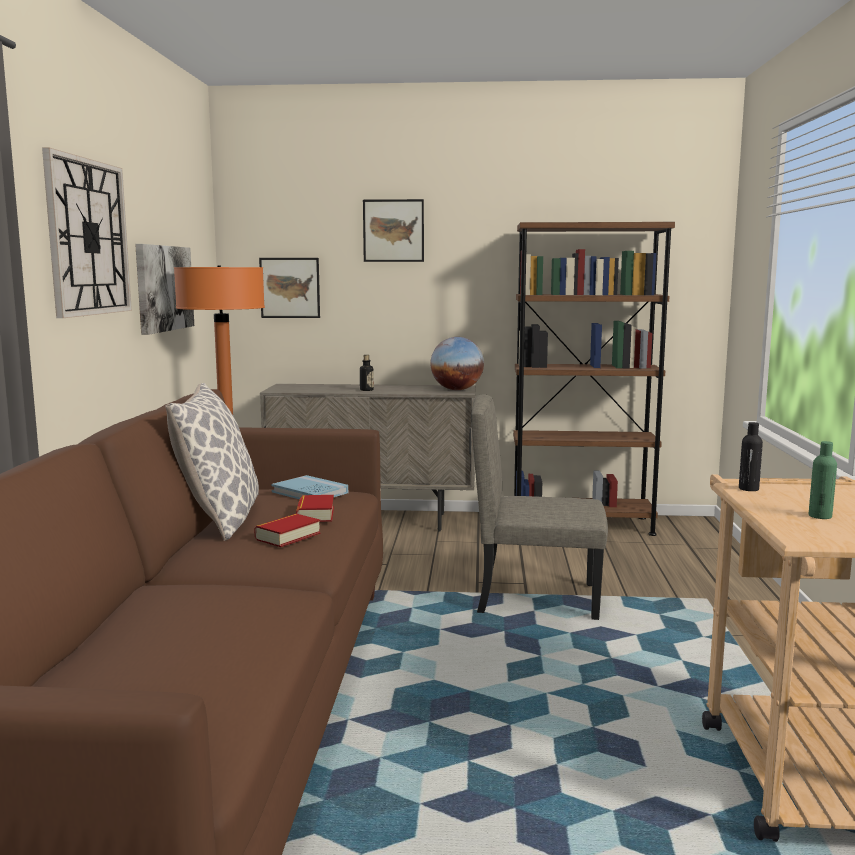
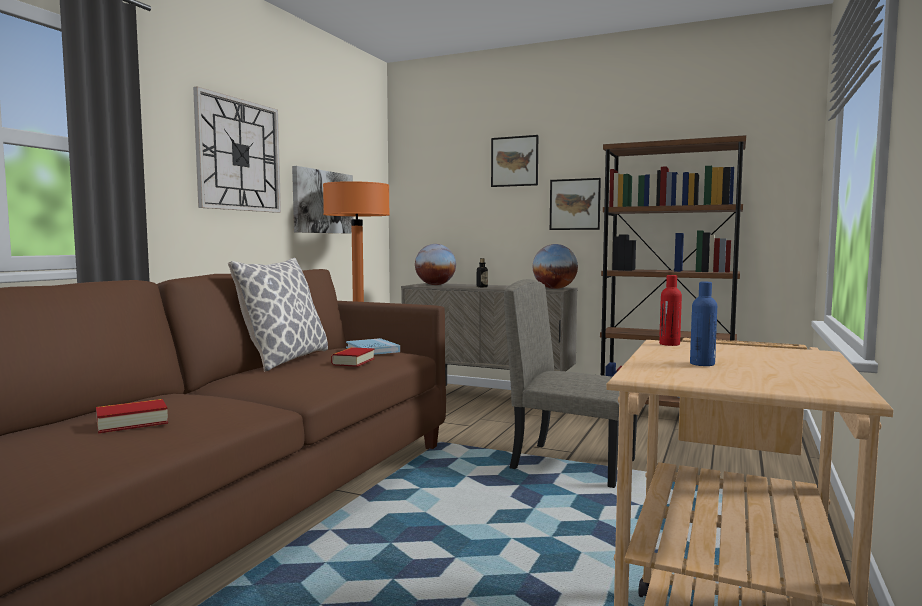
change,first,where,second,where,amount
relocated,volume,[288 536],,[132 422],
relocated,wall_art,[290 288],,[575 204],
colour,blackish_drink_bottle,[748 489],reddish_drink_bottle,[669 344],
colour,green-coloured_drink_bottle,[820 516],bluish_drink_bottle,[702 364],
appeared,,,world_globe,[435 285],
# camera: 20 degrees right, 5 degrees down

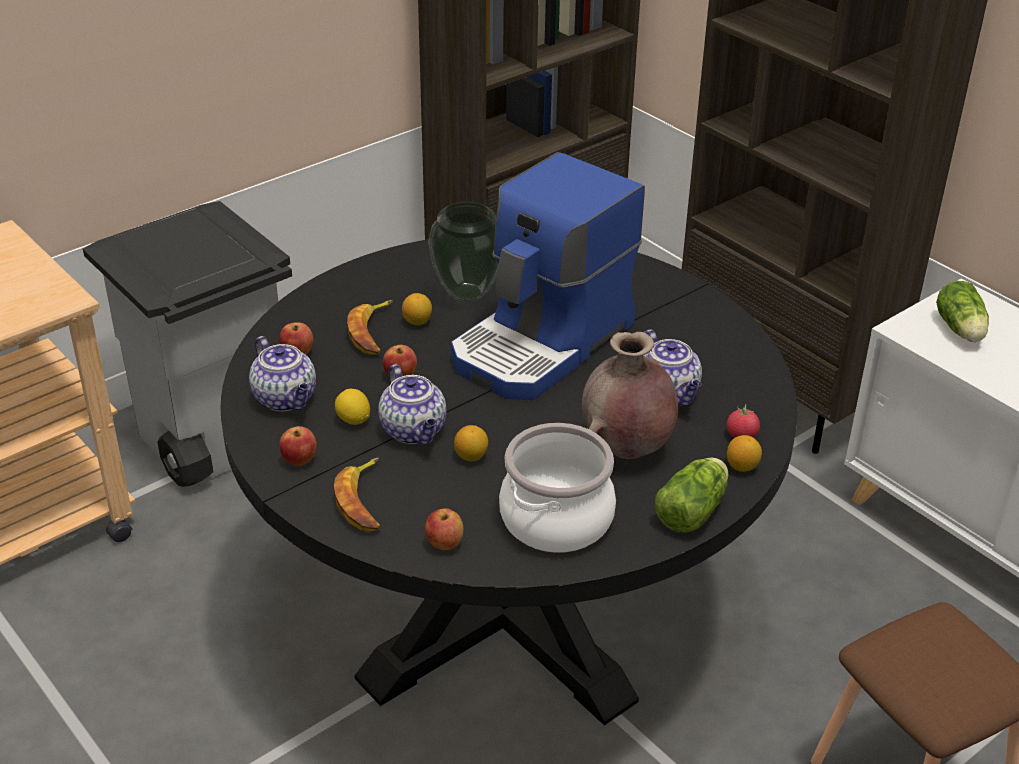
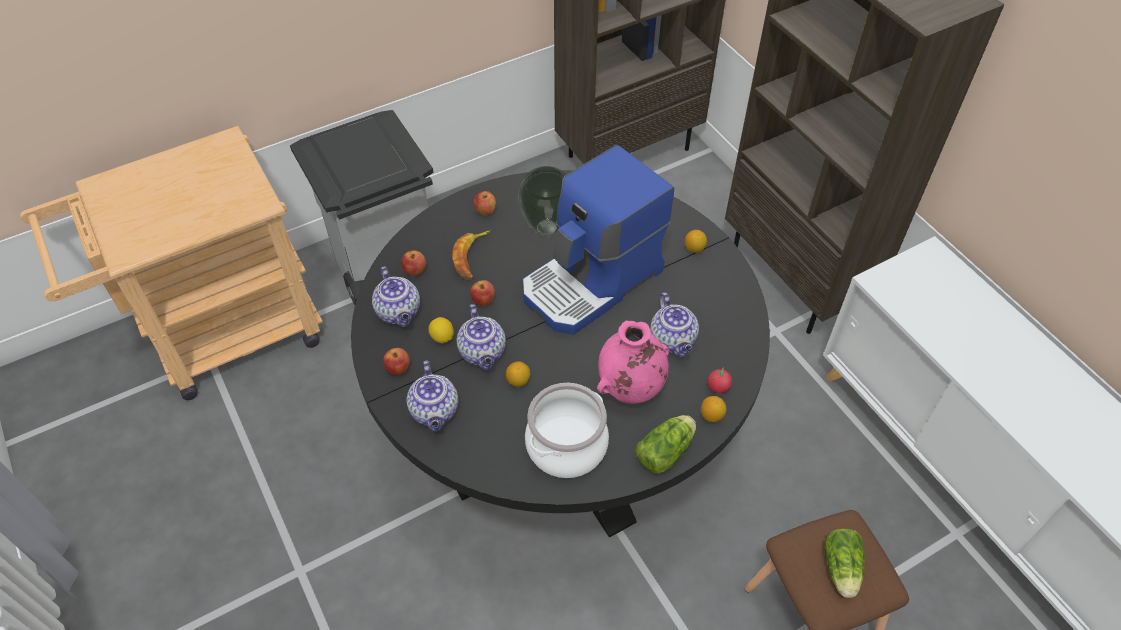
change,first,where,second,where,amount
exchanged,banana,[363 501],teapot,[435 411],
relocated,citrus_fruit,[417 322],,[694 248],
relocated,whole_apple,[444 544],,[485 211],
colour,brownish_decorative_vase,[626 450],pink_decorative_vase,[630 389],
relocated,lettuce_head,[961 330],,[841 570],
# camera: 10 degrees right, 15 degrees up

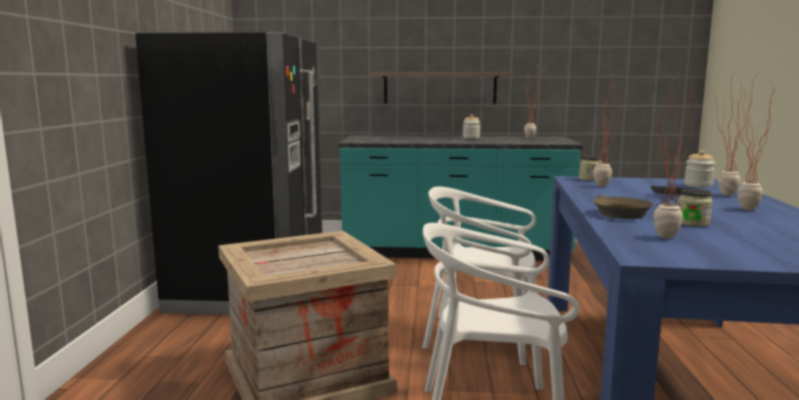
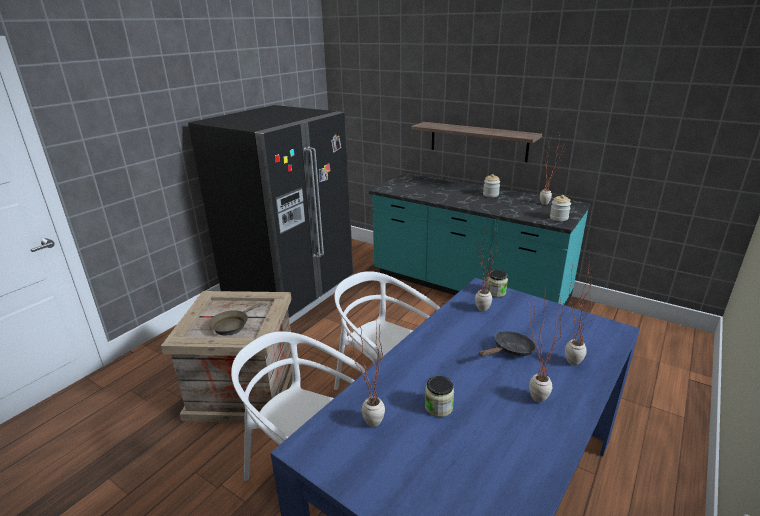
change,first,where,second,where,amount
relocated,brownish_pan,[618 213],,[232 325],
relocated,preserve_jar,[698 185],,[558 218],
# camera: 30 degrees right, 15 degrees up

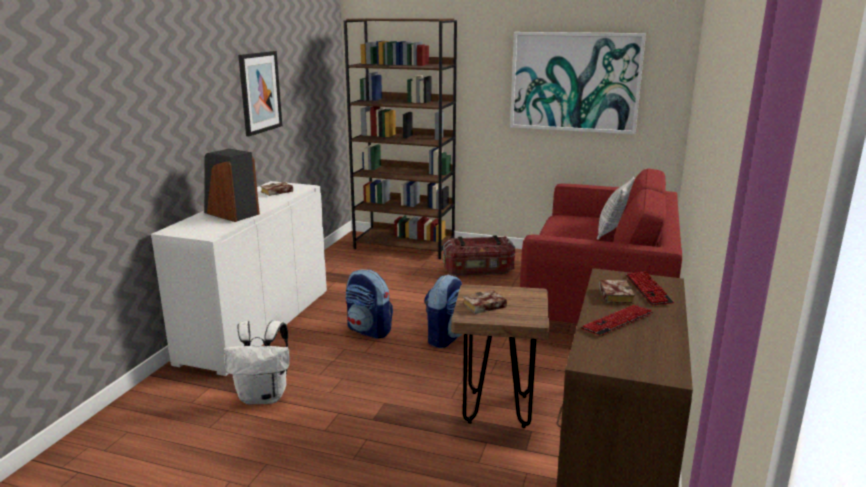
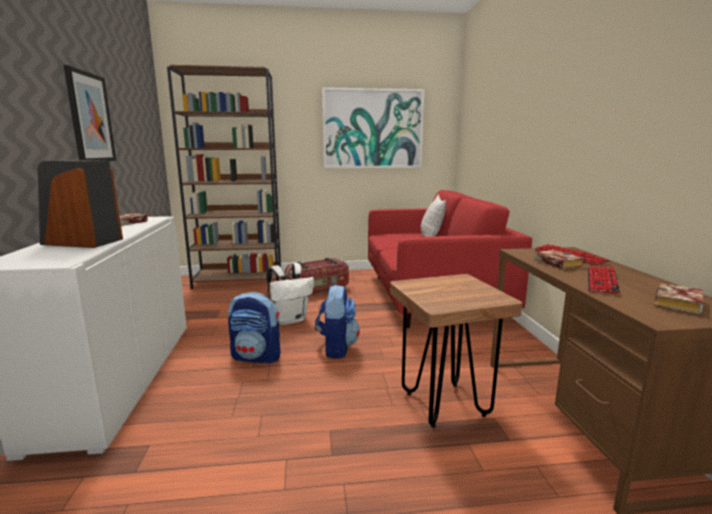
change,first,where,second,where,amount
relocated,white-coloured_rucksack,[264 396],,[290 320],
relocated,volume,[483 307],,[680 304],
# camera: 25 degrees left, 5 degrees down

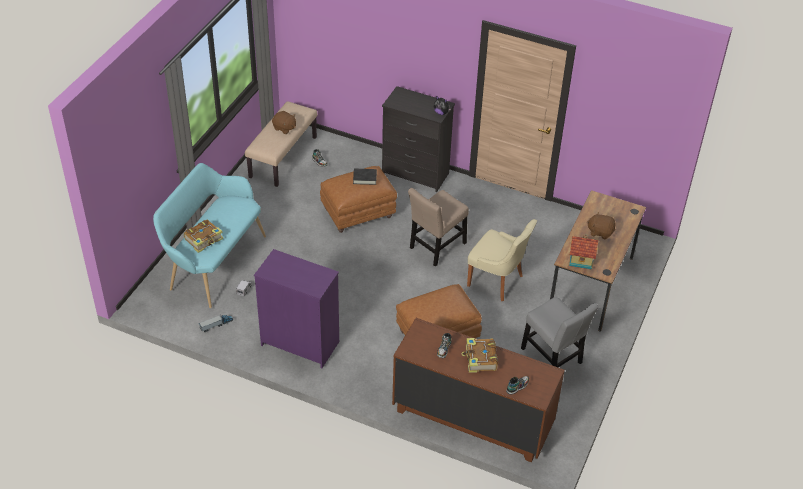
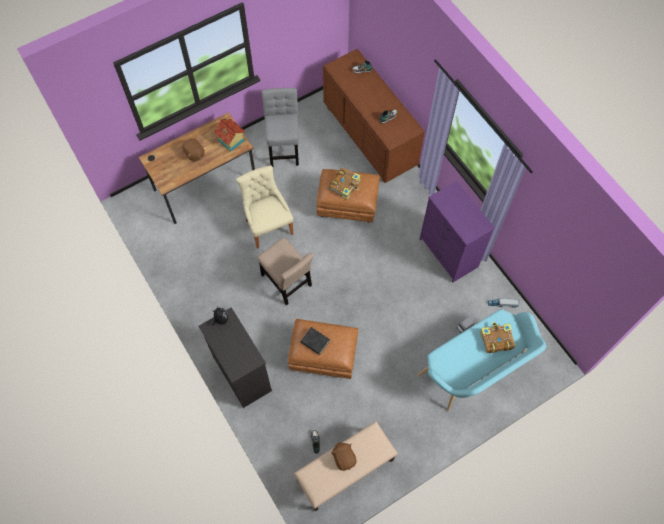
change,first,where,second,where,amount
spun,beige_upright_chair,[436 247],,[287 282],60 degrees clockwise
relocated,volume,[480 359],,[345 185],
# camera: 145 degrees left, 20 degrees up

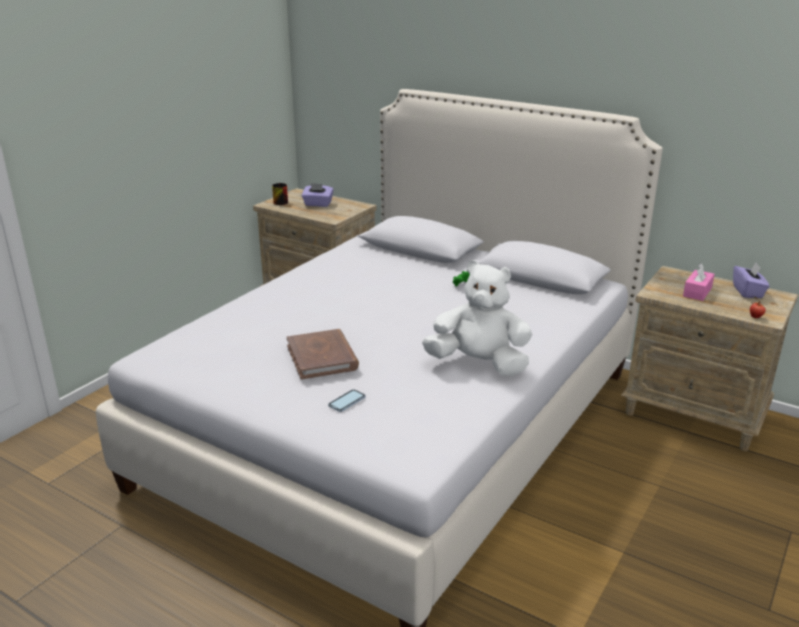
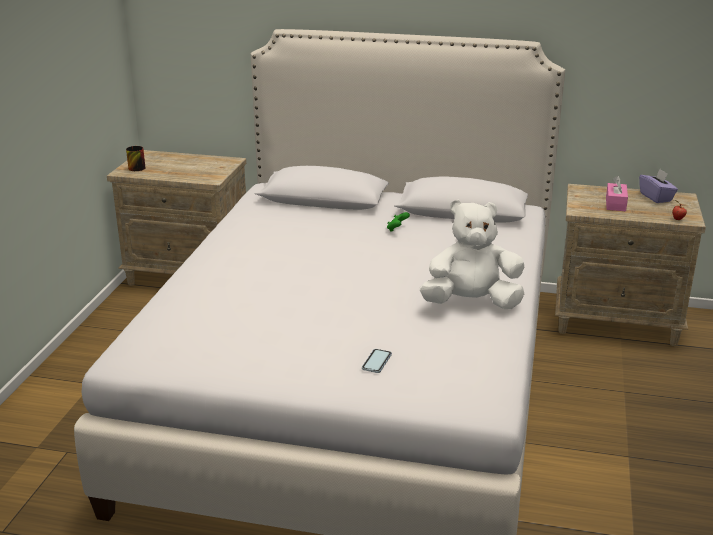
change,first,where,second,where,amount
missing,brownish_volume,[322 357],,,
missing,purplish_tissue_box,[318 204],,,
# camera: 20 degrees left, 0 degrees up

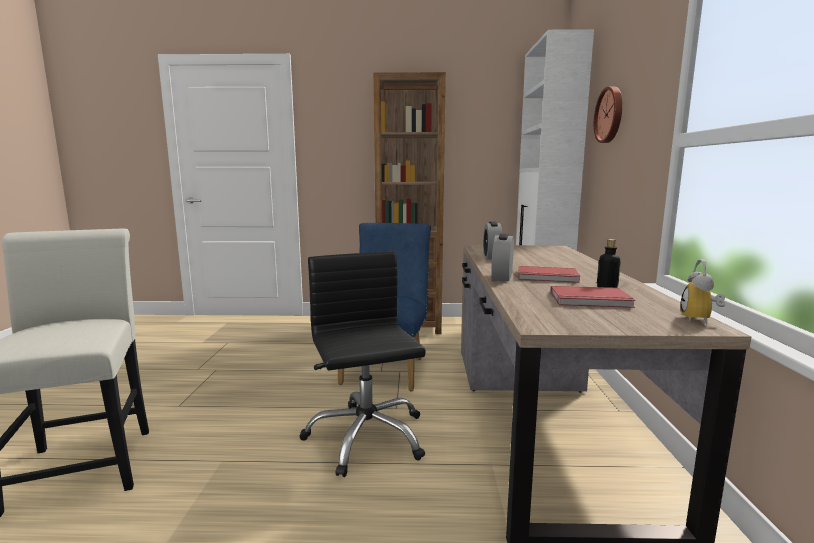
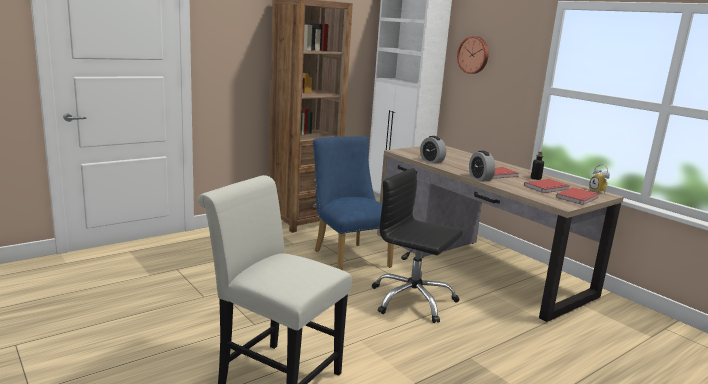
change,first,where,second,where,amount
appeared,,,reddish_volume,[579 198],
# camera: 40 degrees left, 5 degrees up

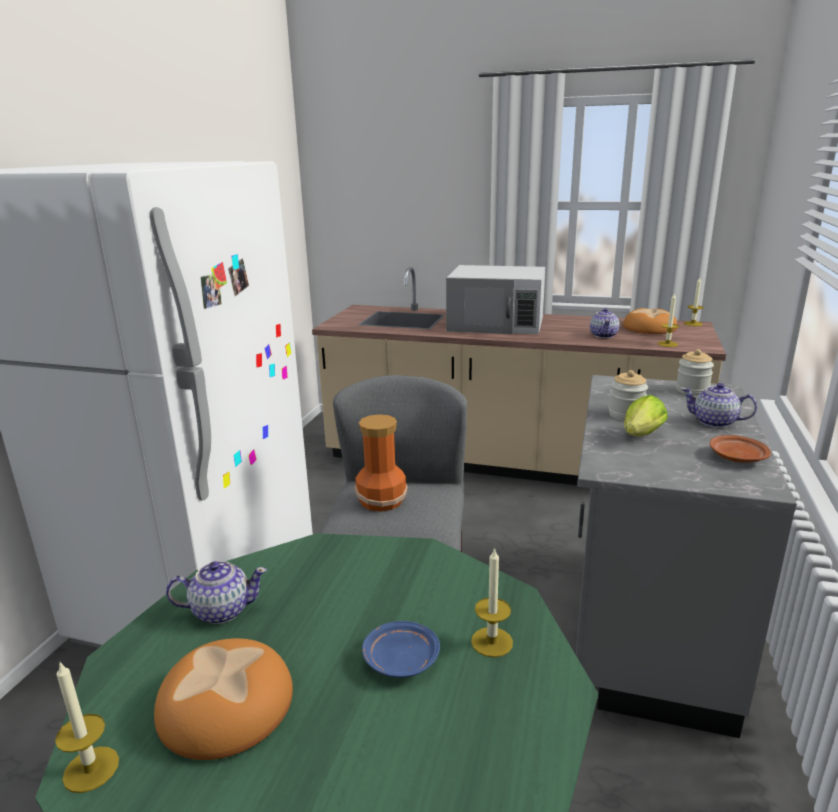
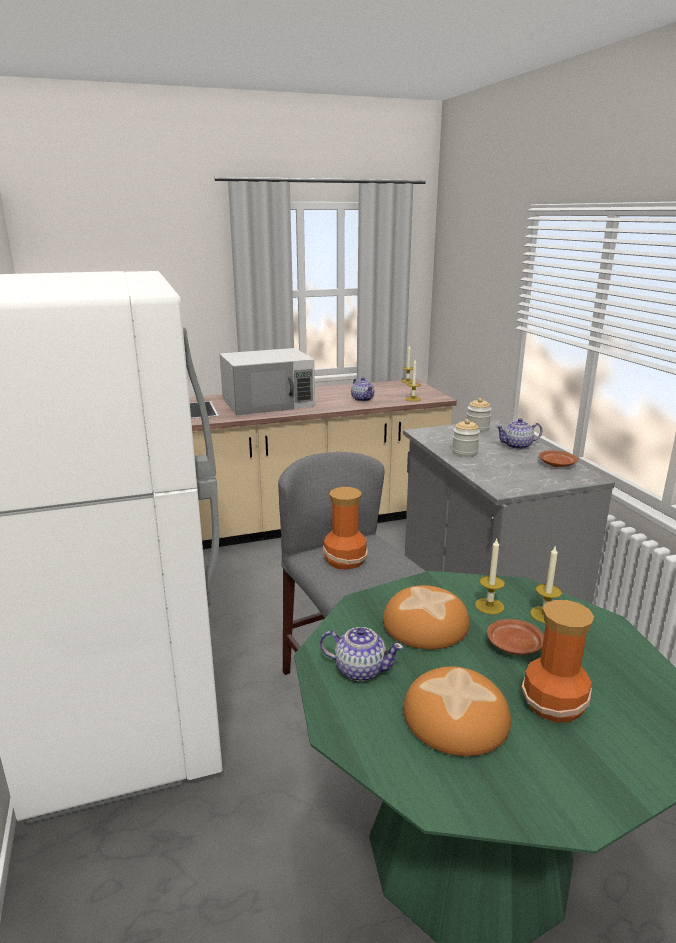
change,first,where,second,where,amount
relocated,candle,[91 769],,[489 606],
spun,teapot,[221 610],,[360 669],60 degrees clockwise
colour,bluish_plate,[400 660],brownish_plate,[514 645],
relocated,baked_bread,[649 328],,[425 623],
missing,lettuce_head,[640 436],,,
appeared,,,decorative_vase,[555 703],
# camera: 35 degrees left, 0 degrees up

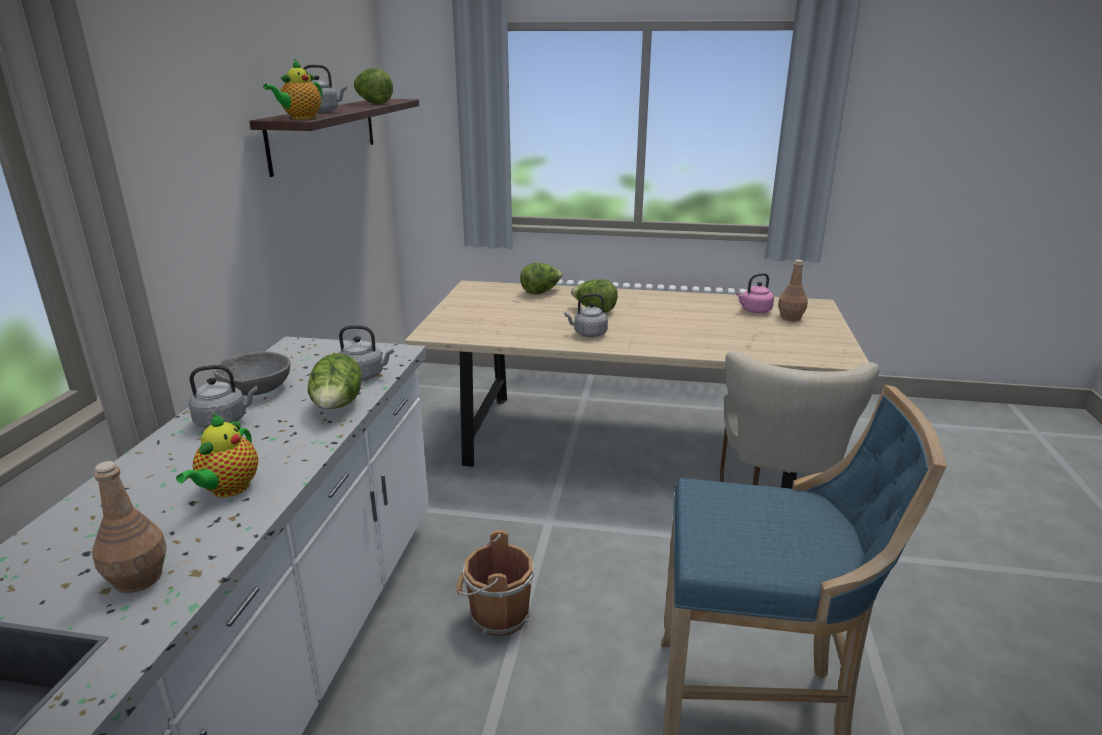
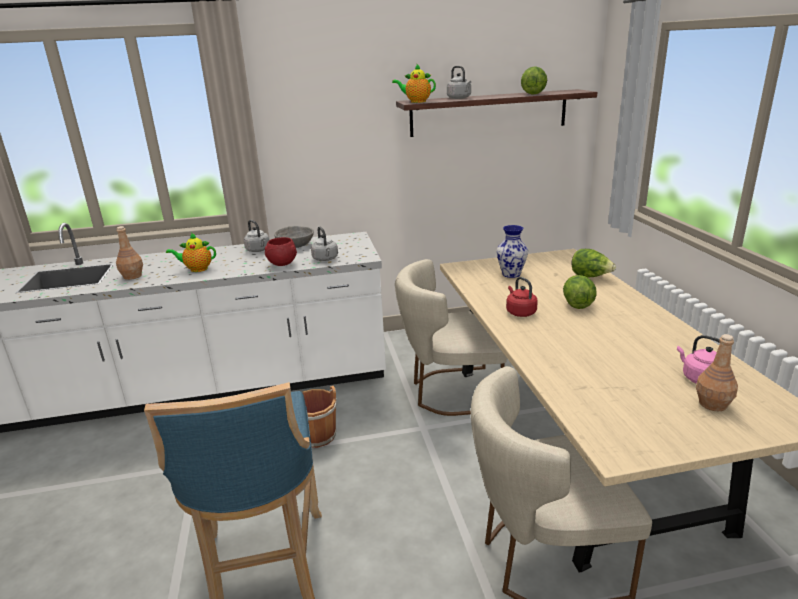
change,first,where,second,where,amount
exchanged,lettuce_head,[337 407],reddish_bowl,[283 264],
colour,grey_water_kettle,[588 334],reddish_water_kettle,[520 312],
appeared,,,beige_upright_chair,[450 392],
appeared,,,decorative_vase,[511 274],
# camera: 70 degrees right, 0 degrees up

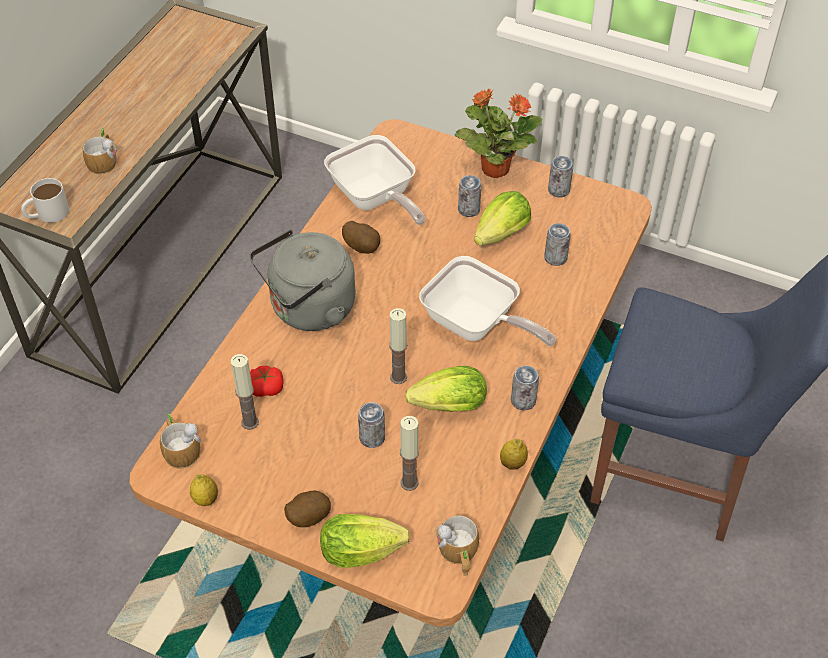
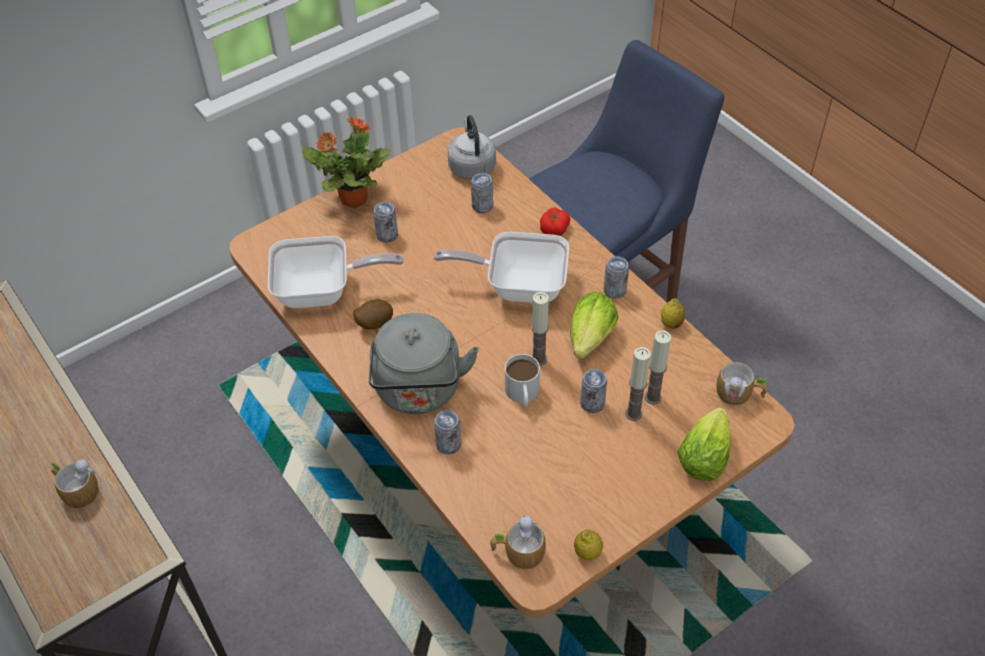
change,first,where,second,where,amount
relocated,white-coloured_mug,[47 214],,[522 394],
relocated,candle,[250 422],,[633 413],
relocated,whole_tomato,[266 387],,[554 228],
missing,whole_potato,[308 517],,,
spun,pan,[476 325],,[518 285],150 degrees counterclockwise
missing,lettuce_head,[498 237],,,
relocated,can,[558 190],,[448 444],
appeared,,,grey_water_kettle,[471 166],
# camera: 60 degrees left, 0 degrees up

